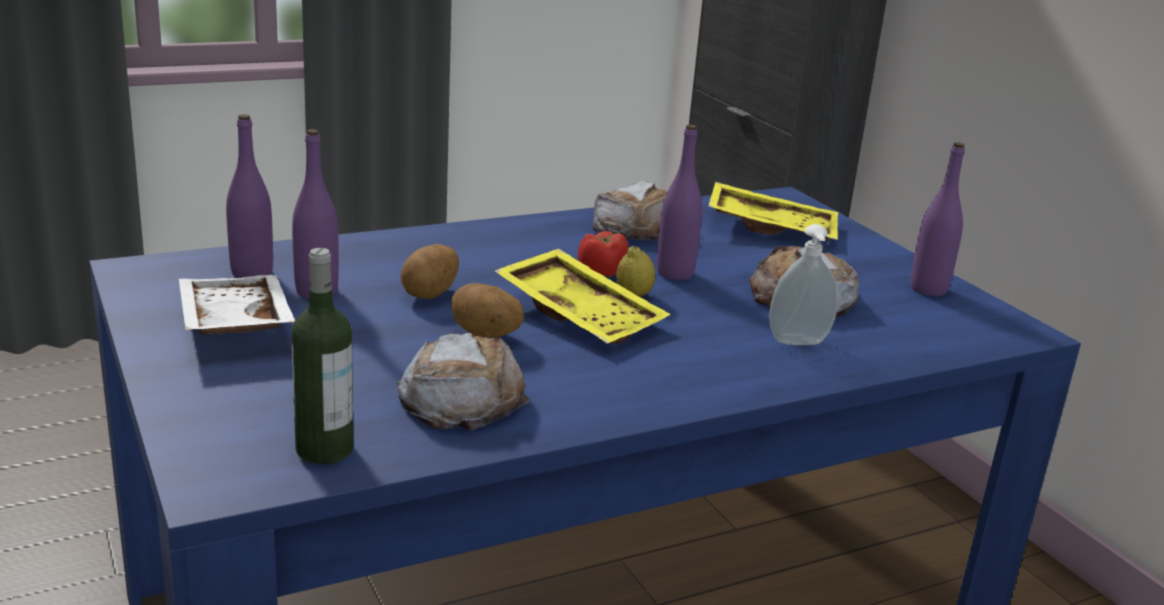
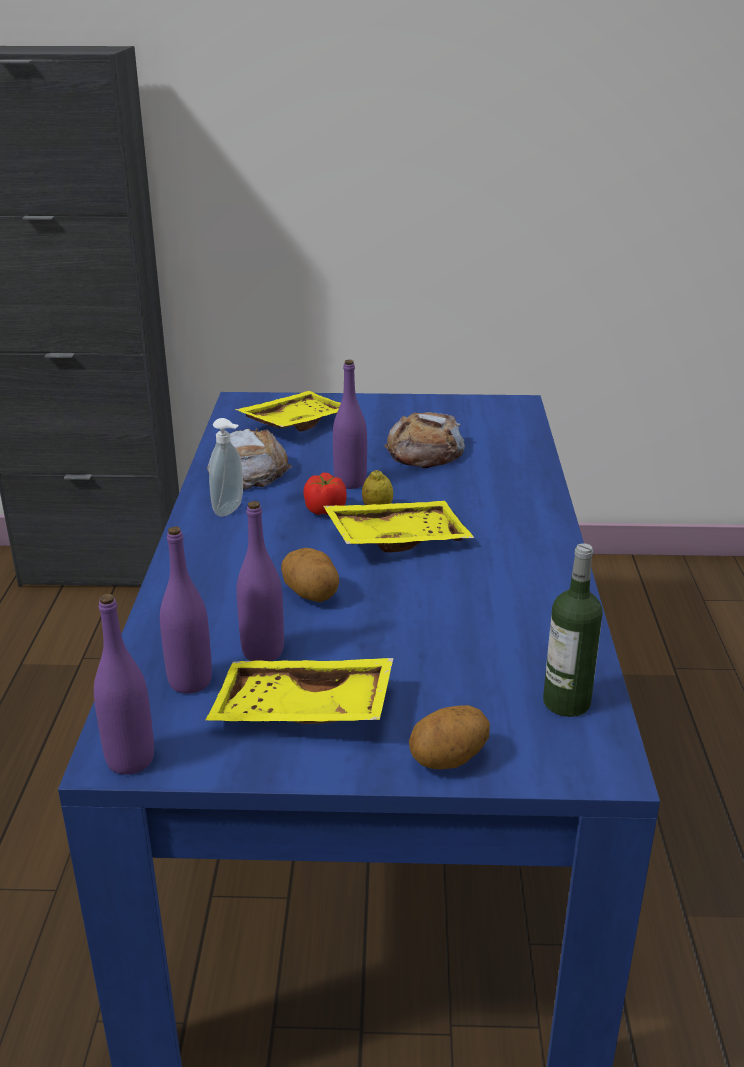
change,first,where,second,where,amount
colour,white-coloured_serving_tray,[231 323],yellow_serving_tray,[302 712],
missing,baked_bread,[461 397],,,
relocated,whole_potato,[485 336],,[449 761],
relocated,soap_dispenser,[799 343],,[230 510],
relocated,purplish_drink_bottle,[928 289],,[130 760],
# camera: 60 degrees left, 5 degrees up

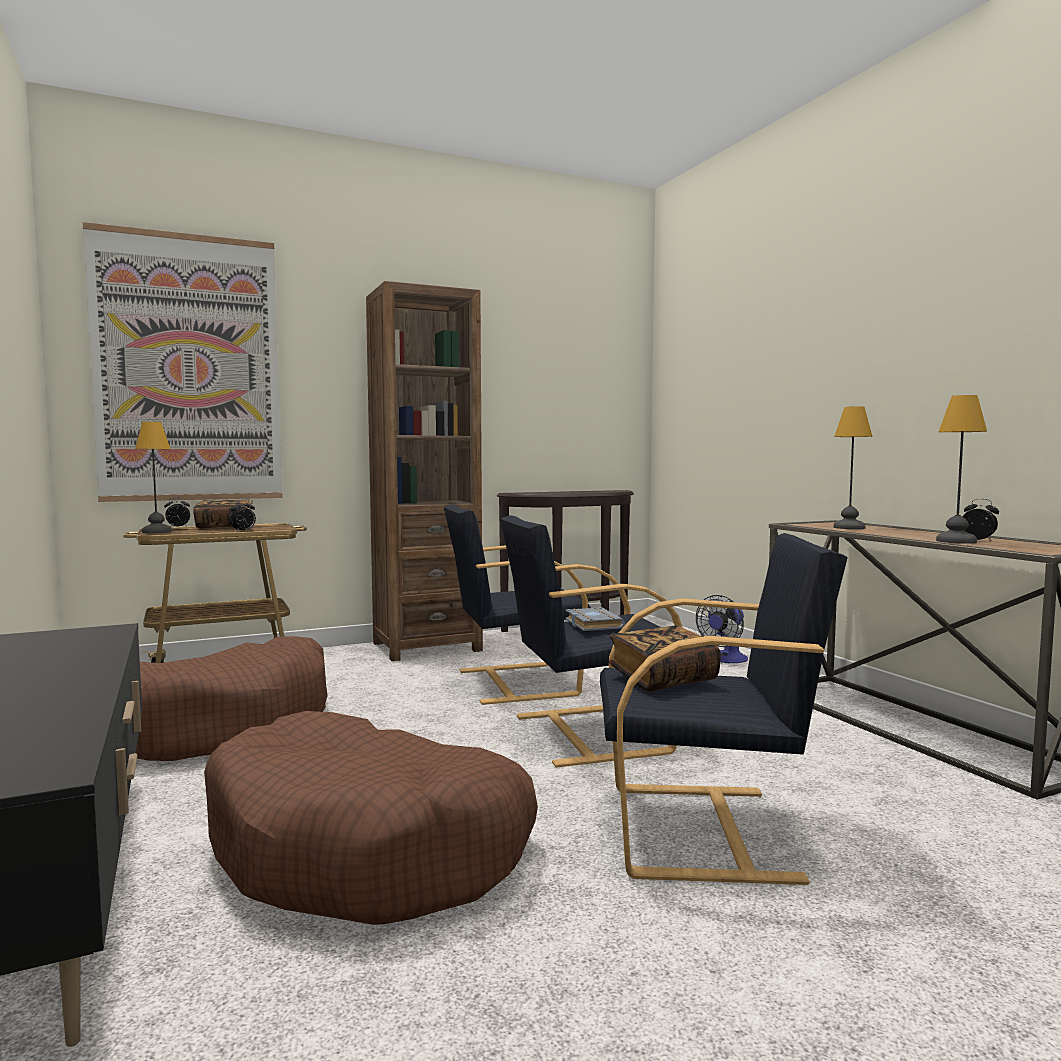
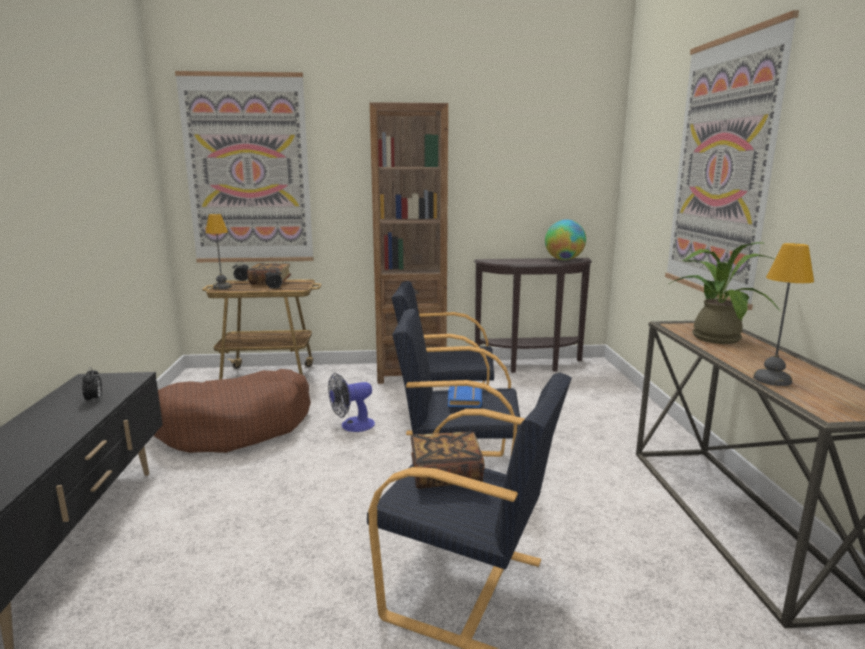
change,first,where,second,where,amount
missing,brownish_dog_cushion,[369 849],,,
colour,grey_volume,[591 624],bluish_volume,[463 398],
relocated,electric_fan,[725 659],,[352 426],
exchanged,table_lamp,[849 527],potted_plant,[713 336],
relocated,bedside_clock,[979 540],,[94 399],
appeared,,,world_globe,[564 260],
appeared,,,wall_art,[721 169],
# camera: 20 degrees right, 10 degrees up

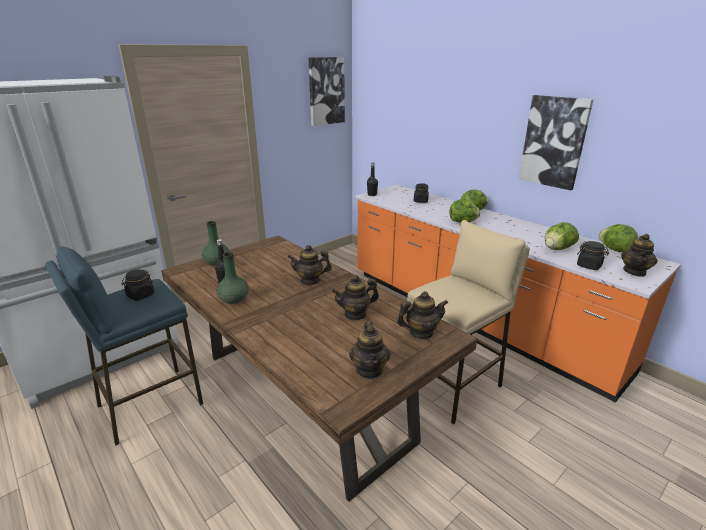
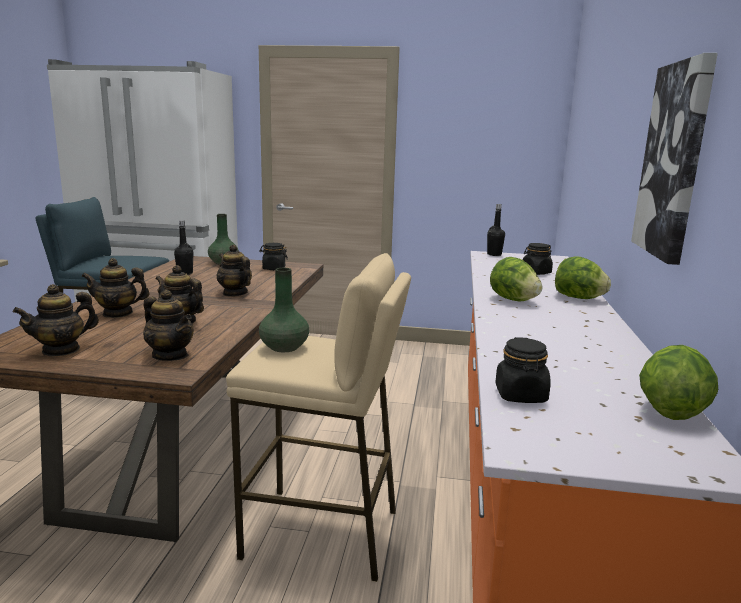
change,first,where,second,where,amount
relocated,blackish_preserve_jar,[140 295],,[273 268],
relocated,green-coloured_decorative_vase,[234 299],,[284 347],
missing,wall_art,[326 91],,,
missing,lettuce_head,[557 249],,,
relocated,teapot,[634 272],,[118 313],
# camera: 50 degrees right, 10 degrees down

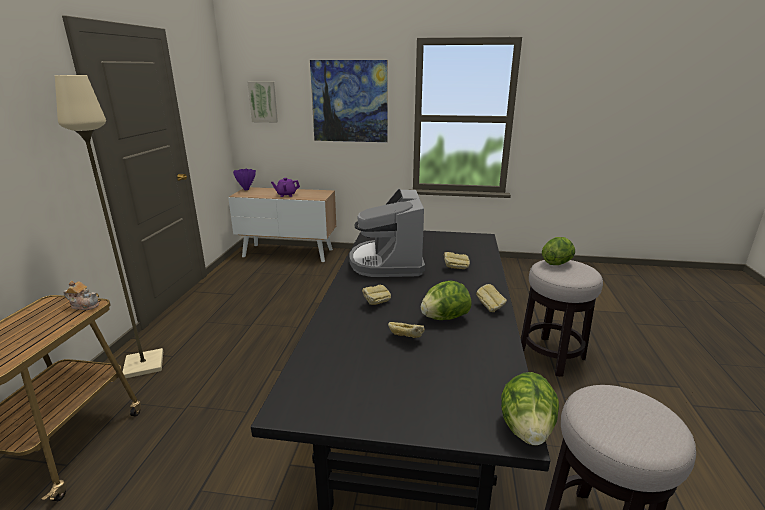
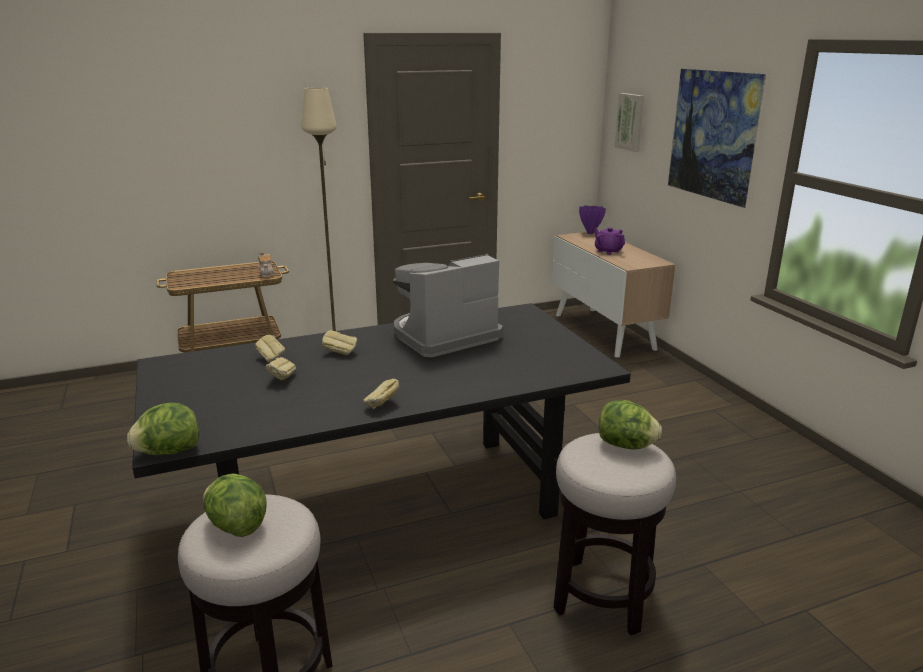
change,first,where,second,where,amount
relocated,lettuce_head,[444 318],,[236 526],
relocated,baked_bread,[455 268],,[271 359],
# camera: 60 degrees right, 0 degrees up

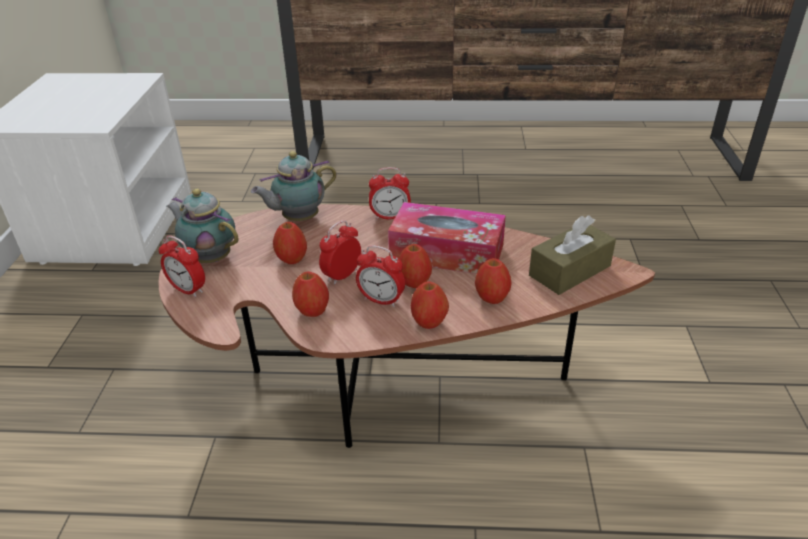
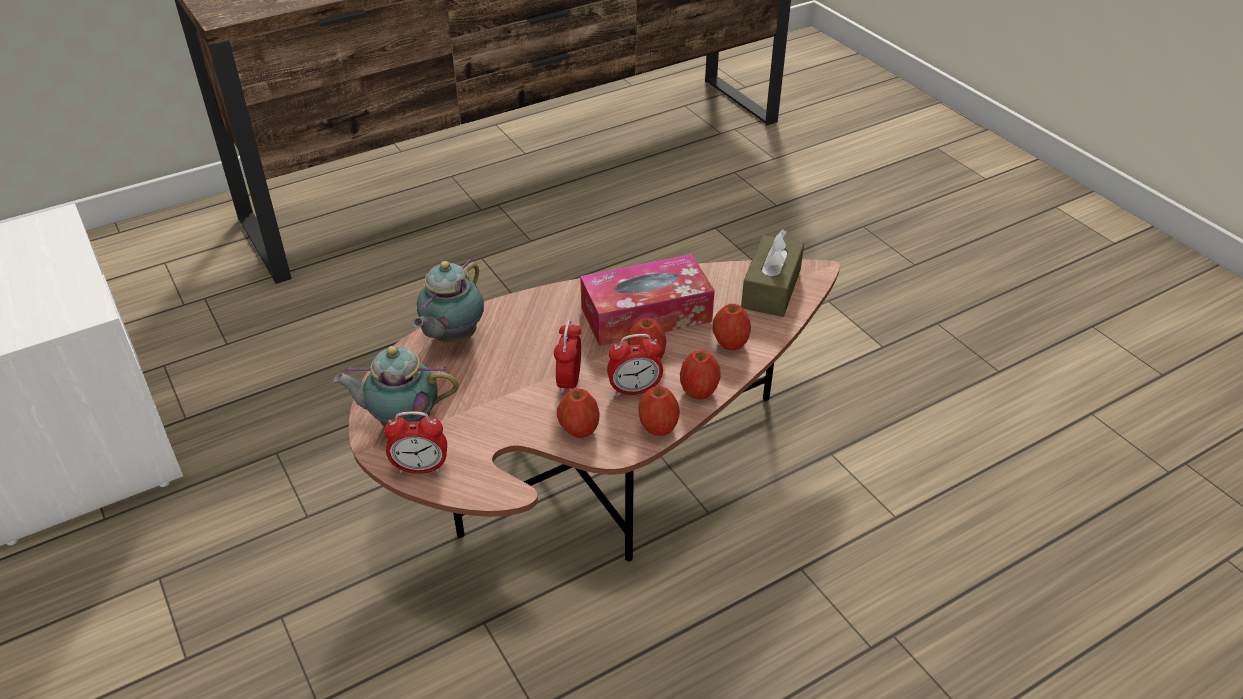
change,first,where,second,where,amount
relocated,whole_apple,[292 258],,[658 428],
missing,bedside_clock,[390 217],,,
# camera: 35 degrees left, 5 degrees up

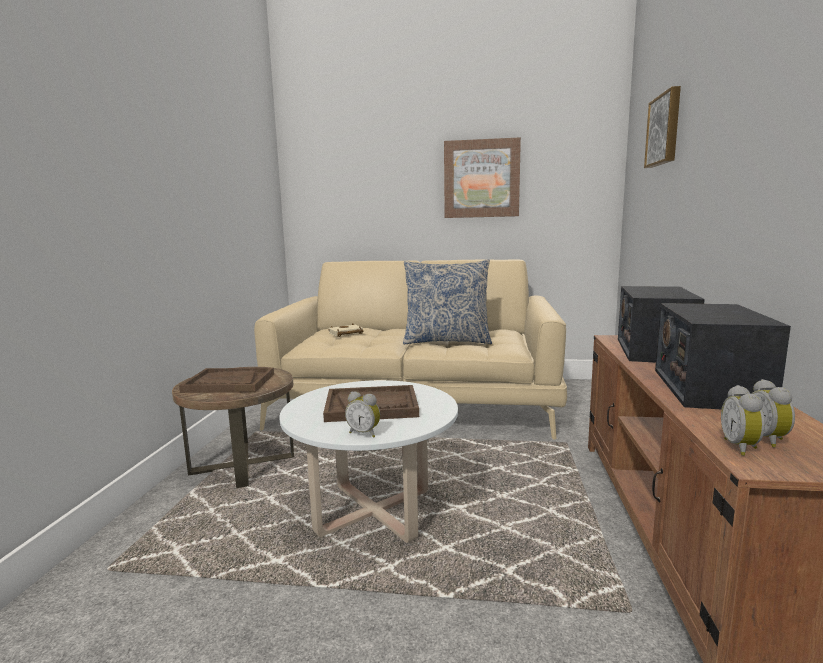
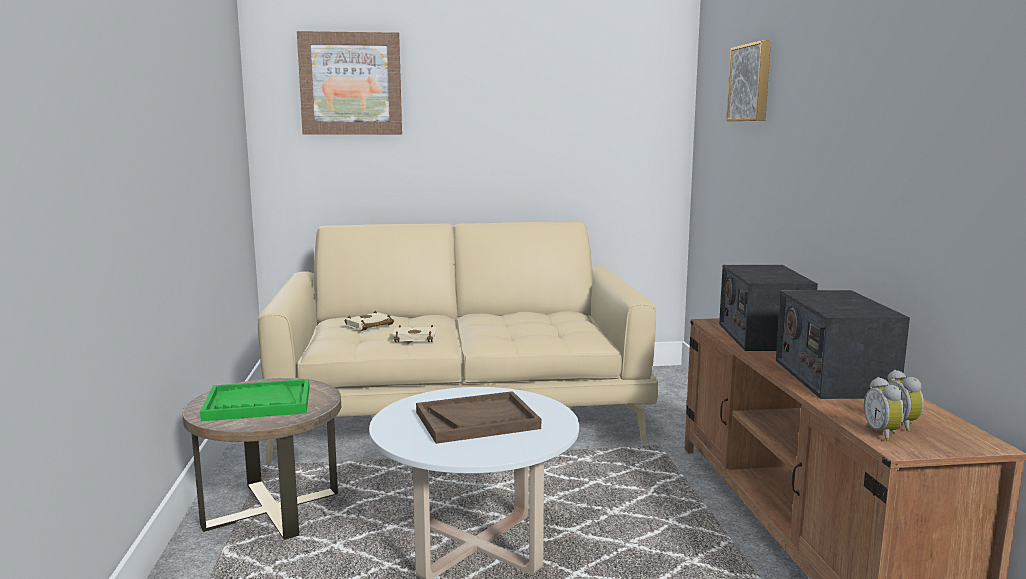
change,first,where,second,where,amount
colour,brownish_serving_tray,[229 383],green-coloured_serving_tray,[258 403],
missing,bedside_clock,[364 433],,,
missing,pillow,[447 341],,,
relocated,wall_art,[481 179],,[351 84],
appeared,,,beige_volume,[416 337],
# camera: 15 degrees left, 0 degrees up

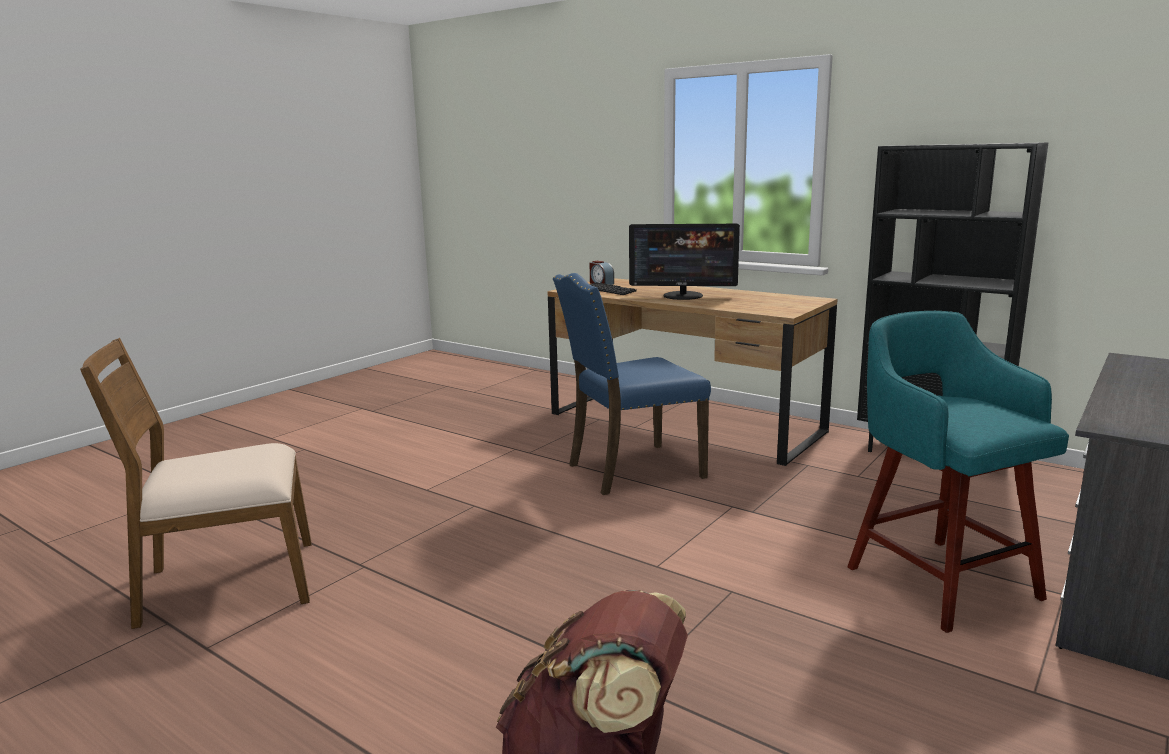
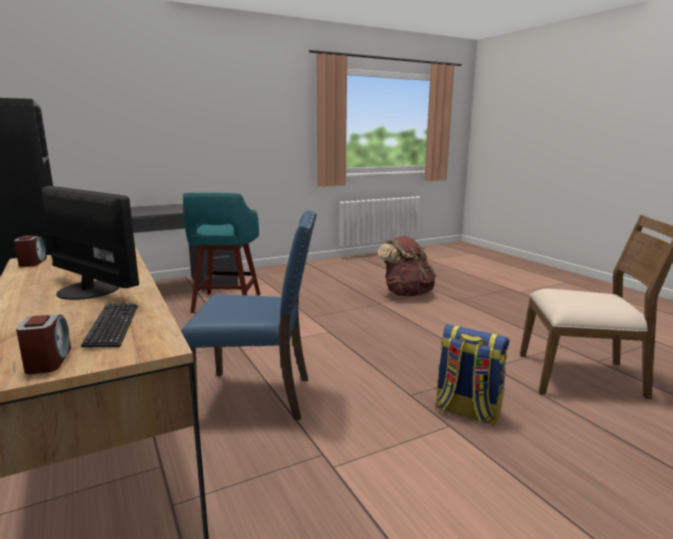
change,first,where,second,where,amount
appeared,,,bedside_clock,[32 262],
appeared,,,rucksack,[467 411],
# camera: 155 degrees left, 0 degrees up

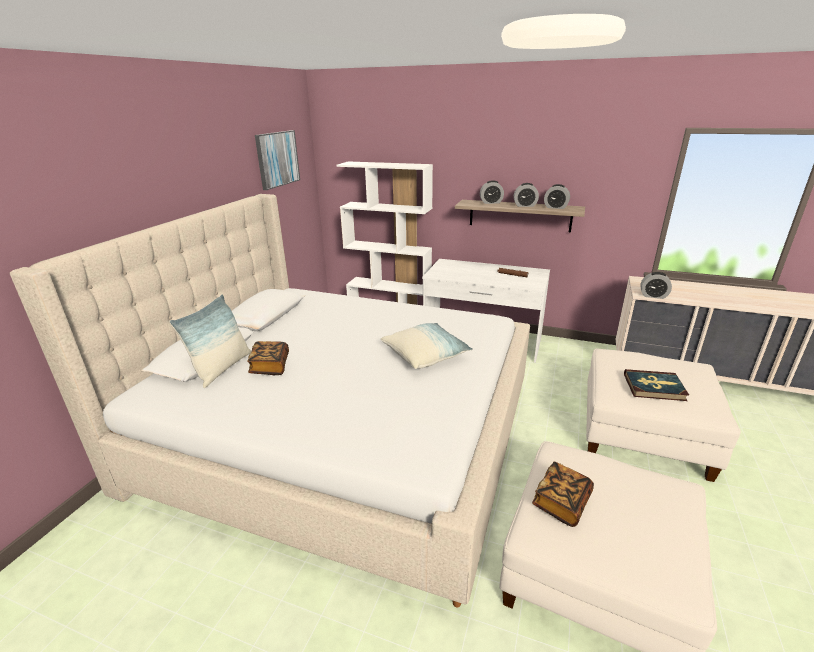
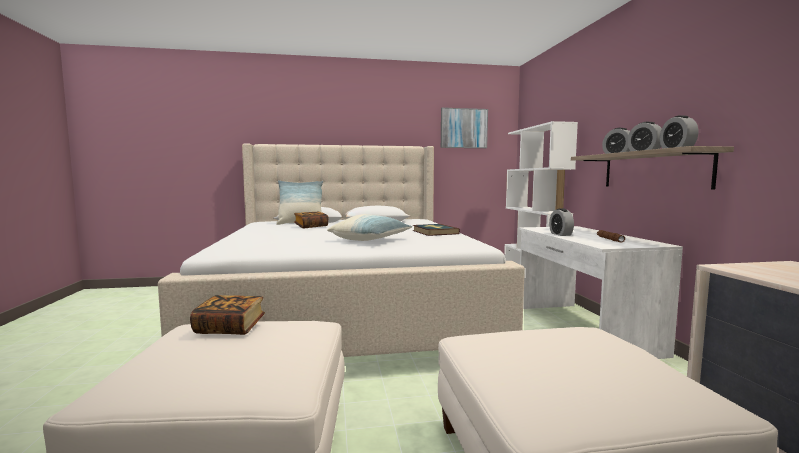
change,first,where,second,where,amount
relocated,volume,[654 387],,[434 232],
relocated,bedside_clock,[653 296],,[560 234],
# camera: 60 degrees right, 20 degrees down

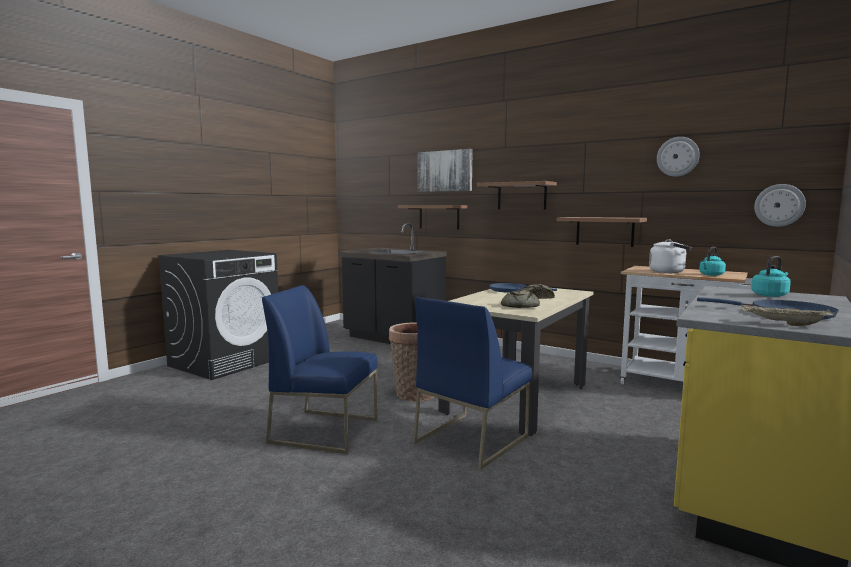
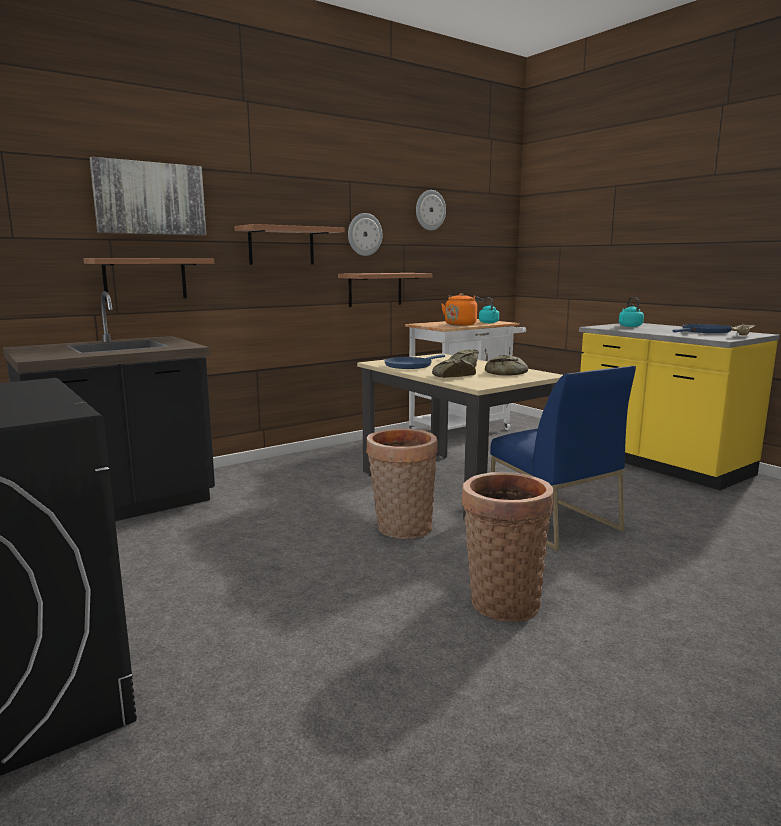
change,first,where,second,where,amount
exchanged,bluish_upright_chair,[325 430],household_basket,[502 600],
colour,white-coloured_water_kettle,[669 272],orange-coloured_water_kettle,[461 324],
relocated,hanging_clock,[779 205],,[364 234],
appeared,,,baked_bread,[451 376],
# camera: 70 degrees left, 5 degrees up

